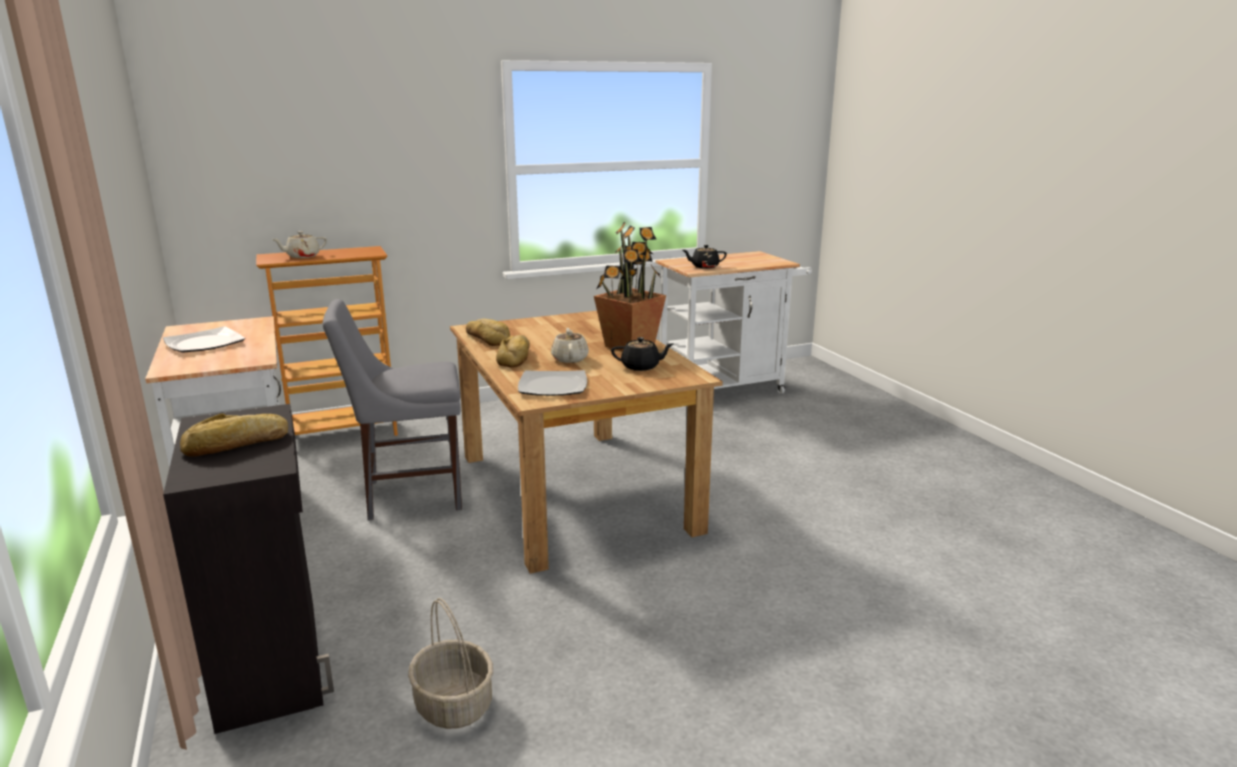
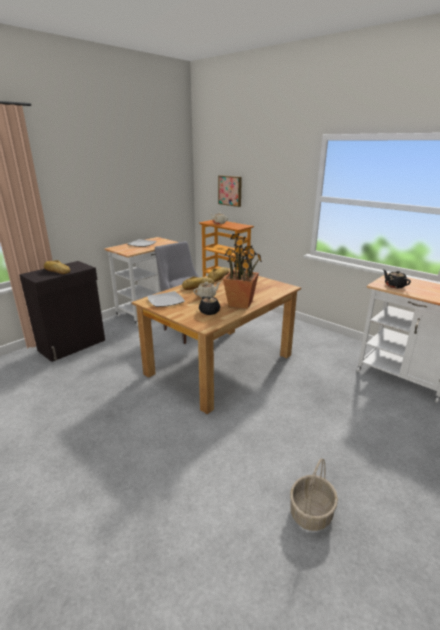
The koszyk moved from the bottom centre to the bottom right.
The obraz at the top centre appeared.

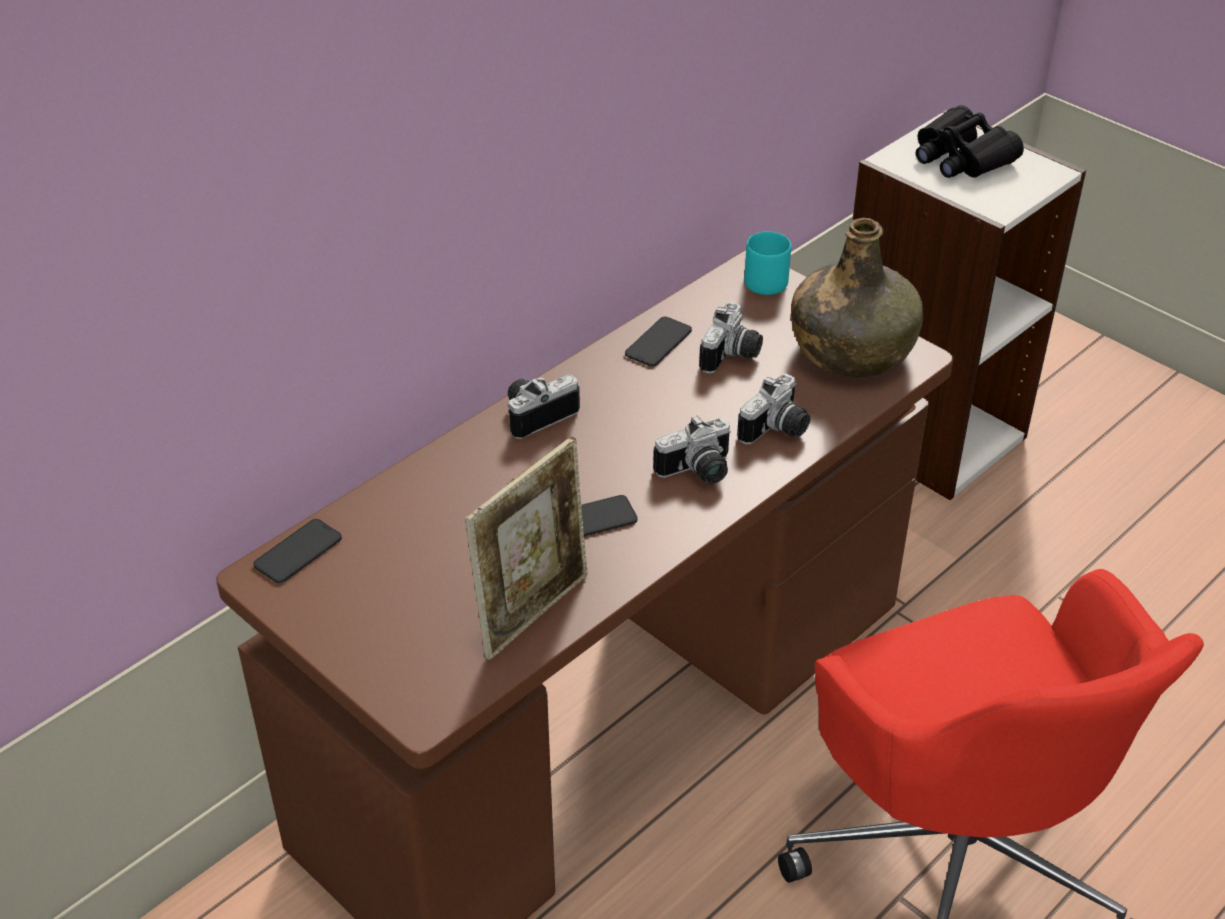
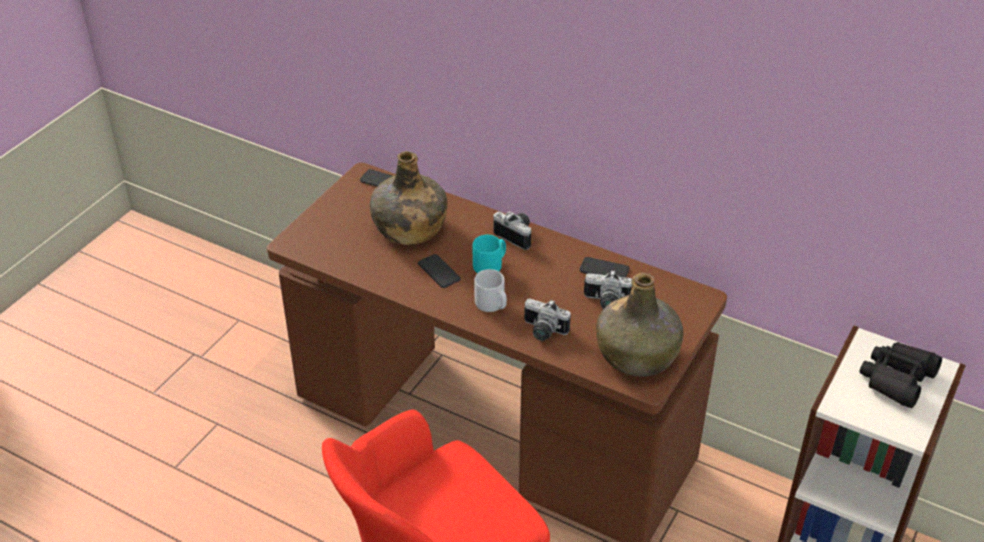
The kubek [turkusowy] moved from the top centre to the centre.
The aparat fotograficzny (no. 2 from left) at the centre was replaced by the kubek [szary] at the centre.
The ramka na zdjęcie at the centre disappeared.
The butelka [zielony] (no. 1 from left) at the centre appeared.

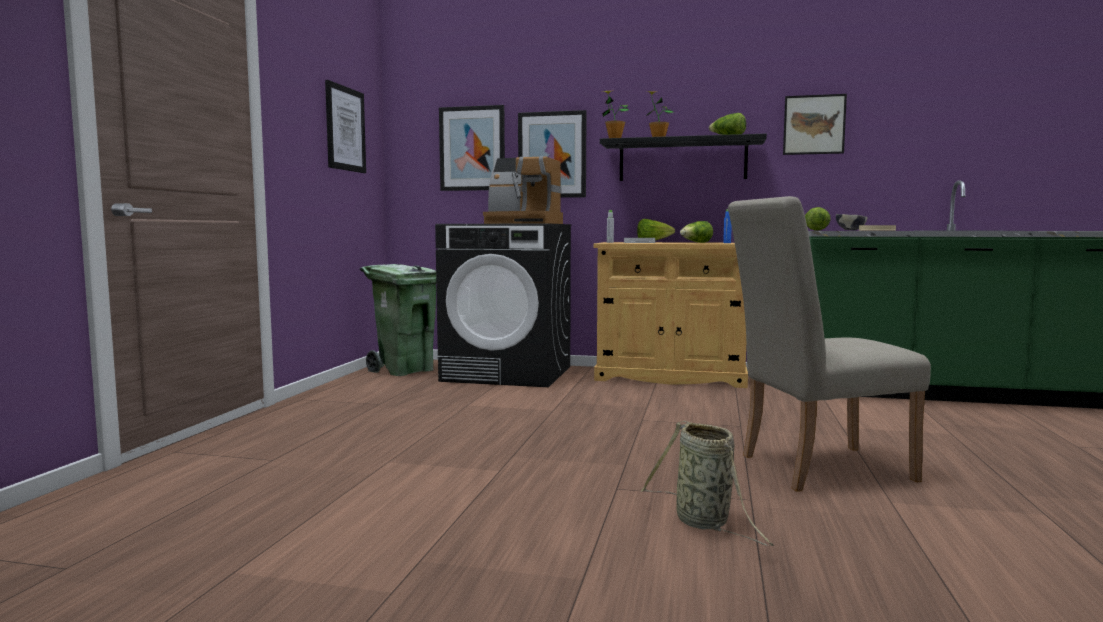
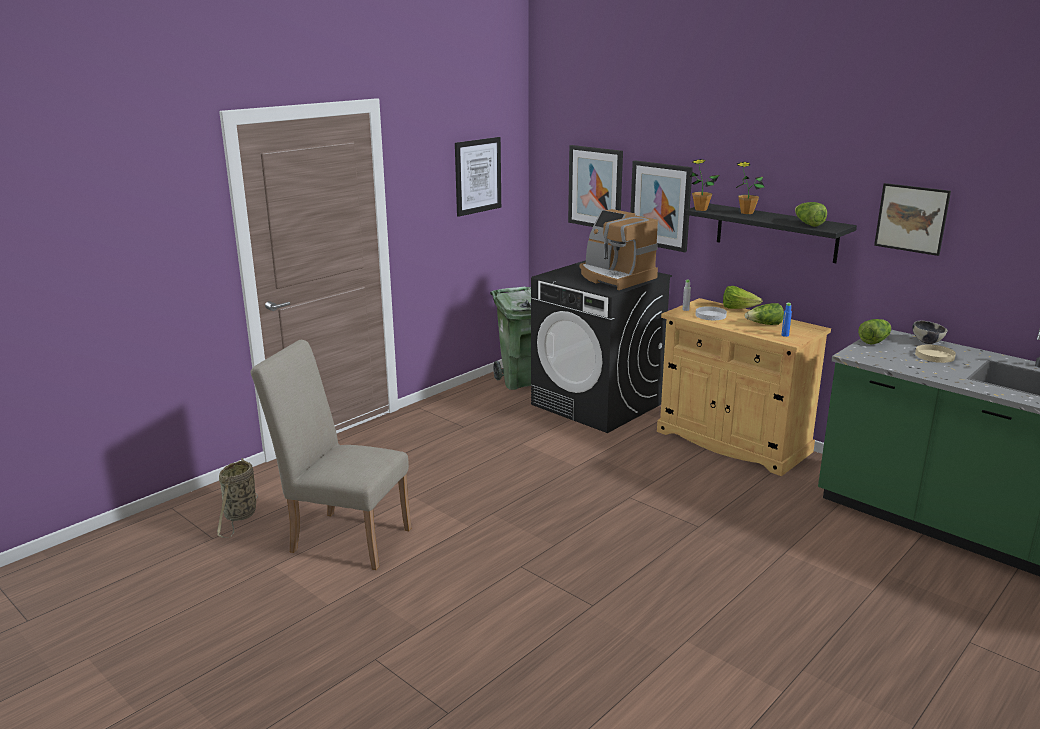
The krzesło [beżowy] moved from the middle right to the middle left.
The koszyk moved from the bottom centre to the bottom left.

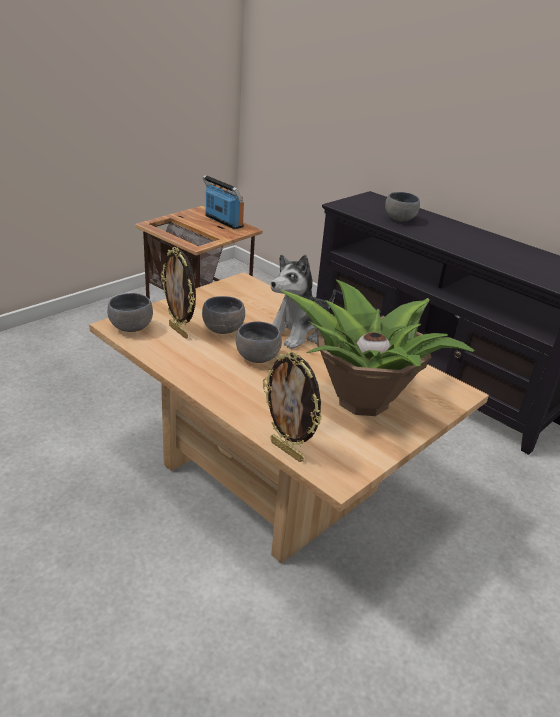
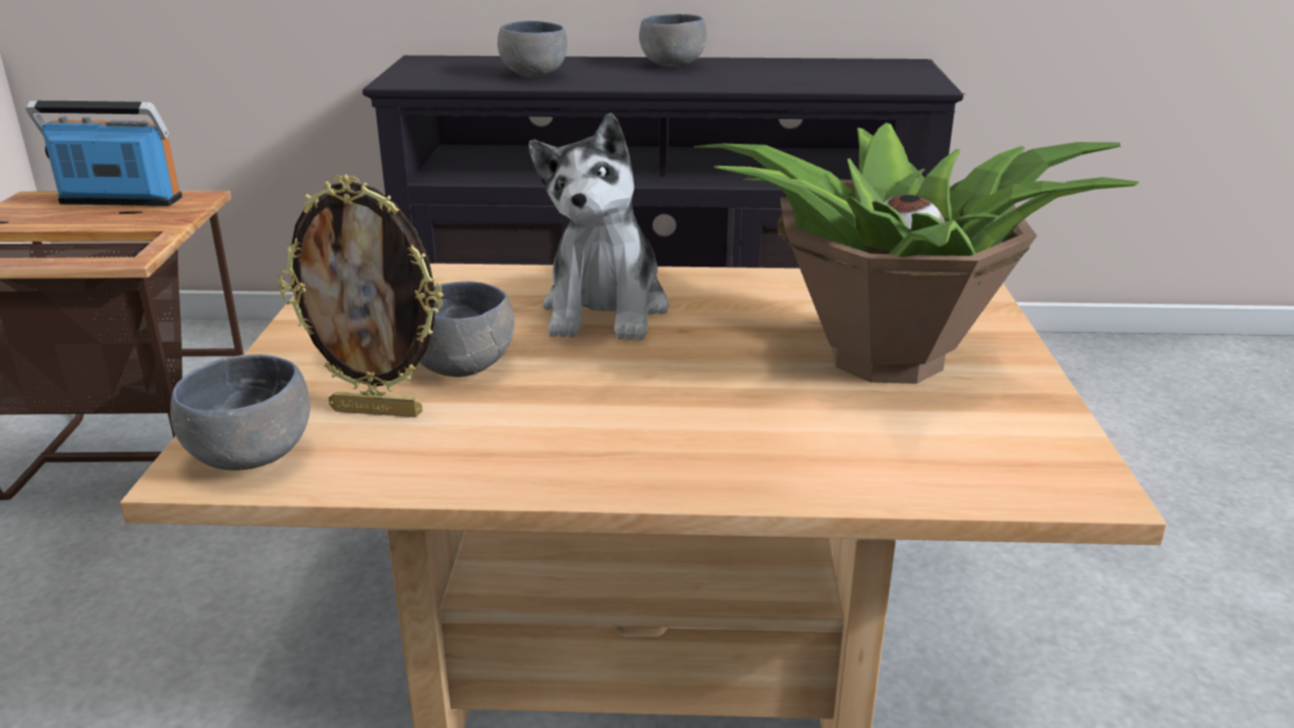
The miska [szary] (no. 3 from left in the first image) moved from the centre to the top centre.
The ramka na zdjęcie (no. 2 from left) at the centre disappeared.

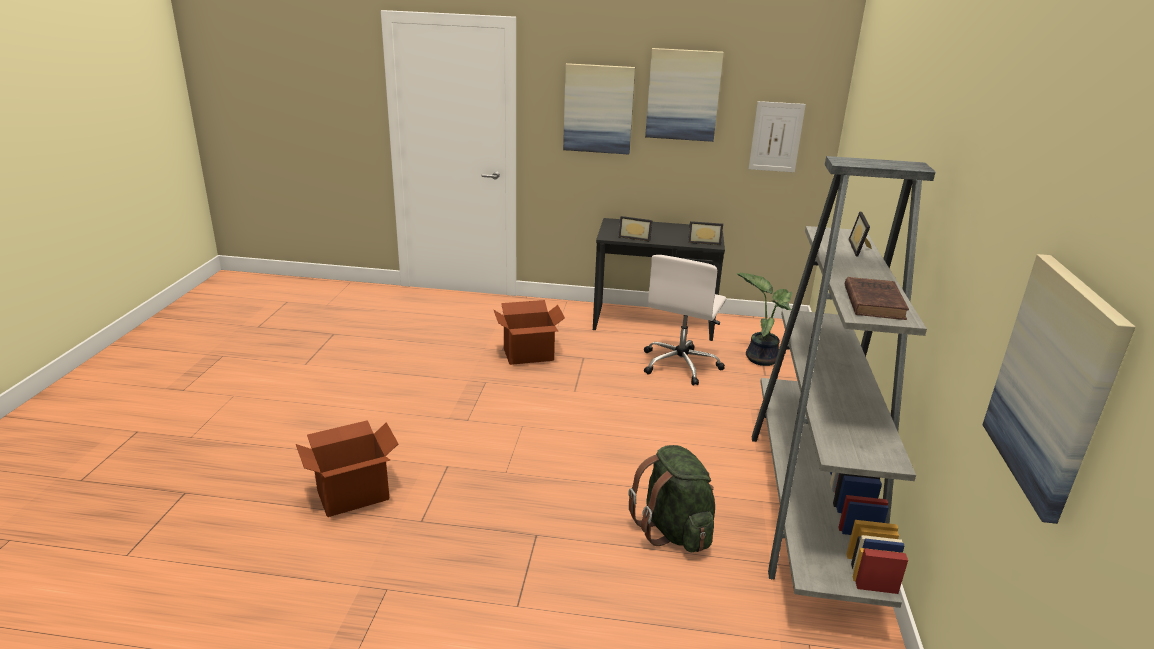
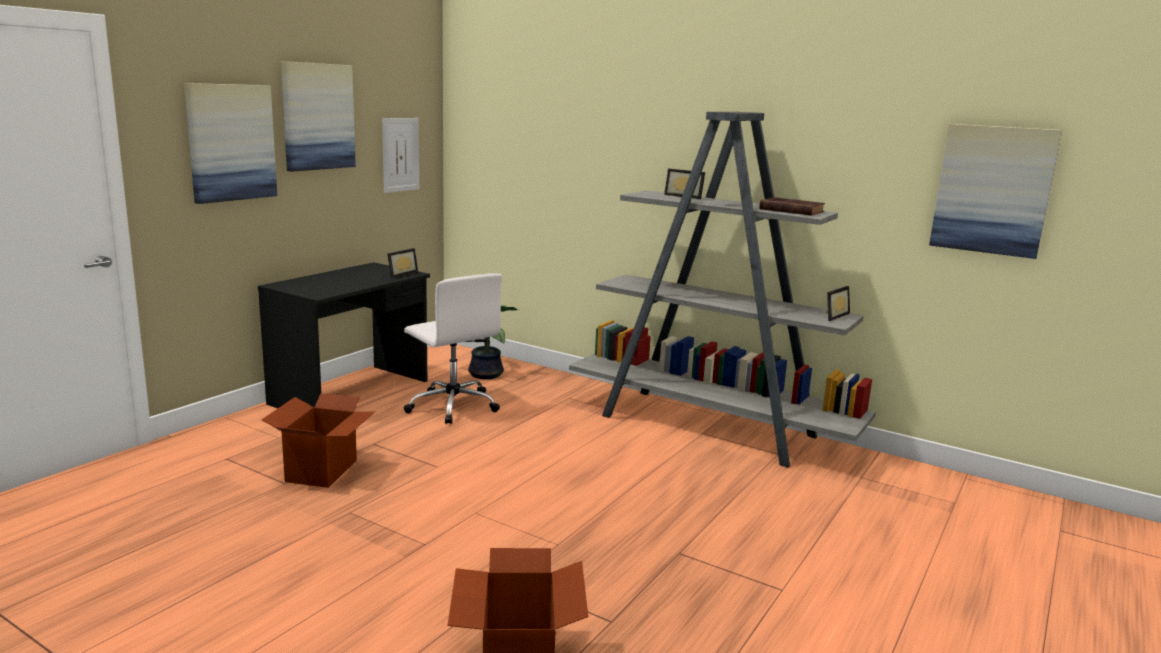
The ramka na zdjęcie (no. 1 from left in the first image) moved from the centre to the middle right.
The plecak [zielony] at the bottom centre disappeared.

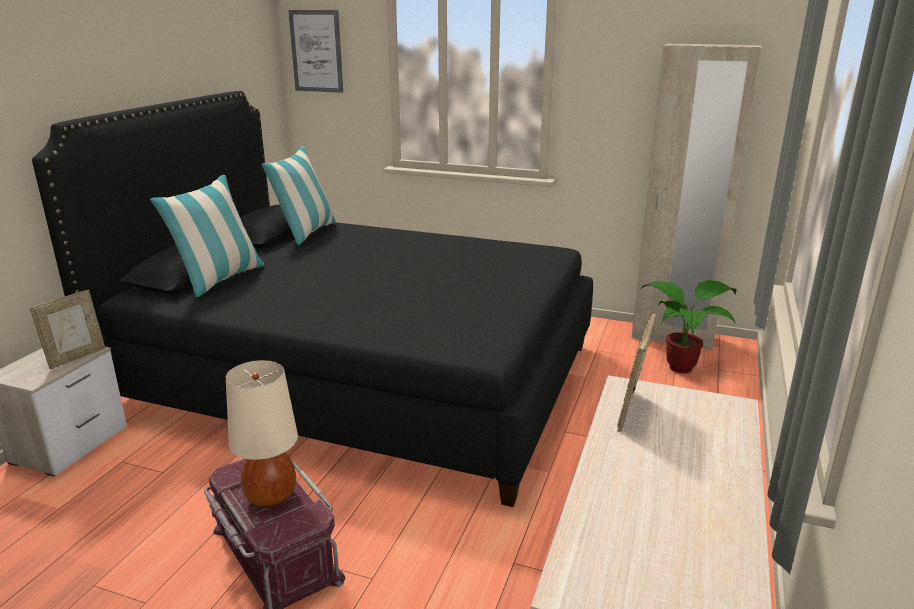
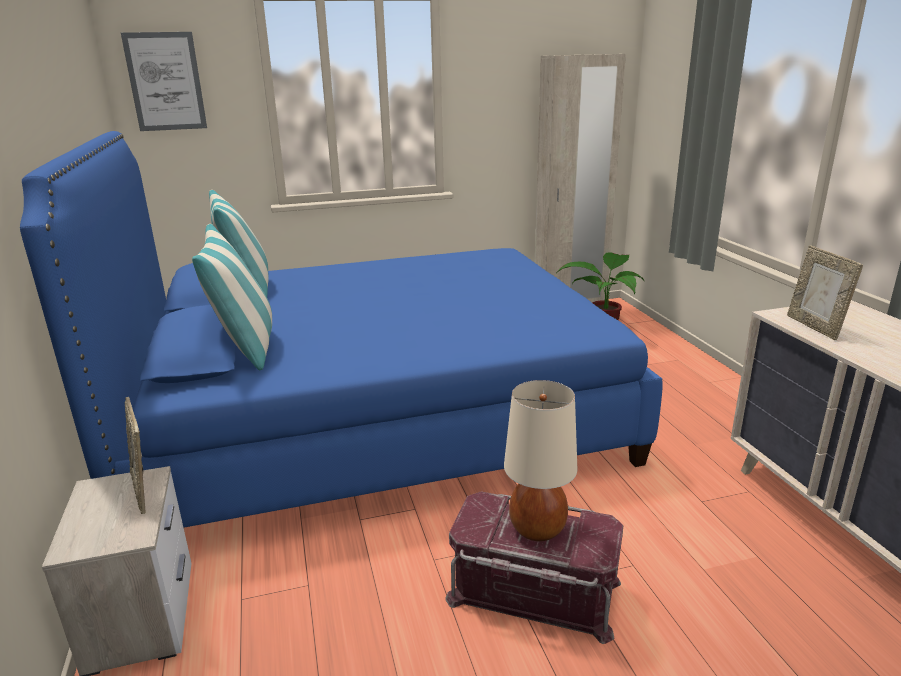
The łóżko [czarny] at the centre became the łóżko [niebieski] at the centre.
The ramka na zdjęcie (no. 1 from left) at the middle left turned 150 degrees clockwise.

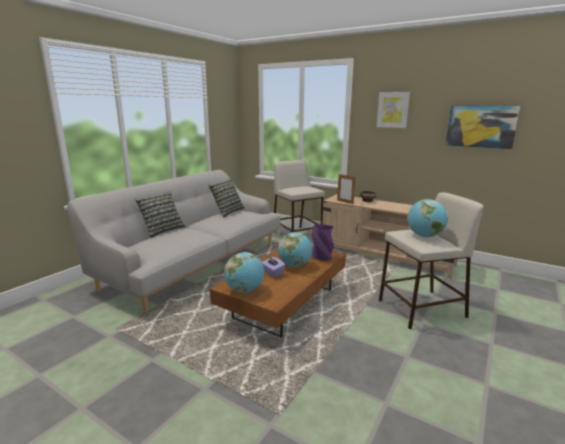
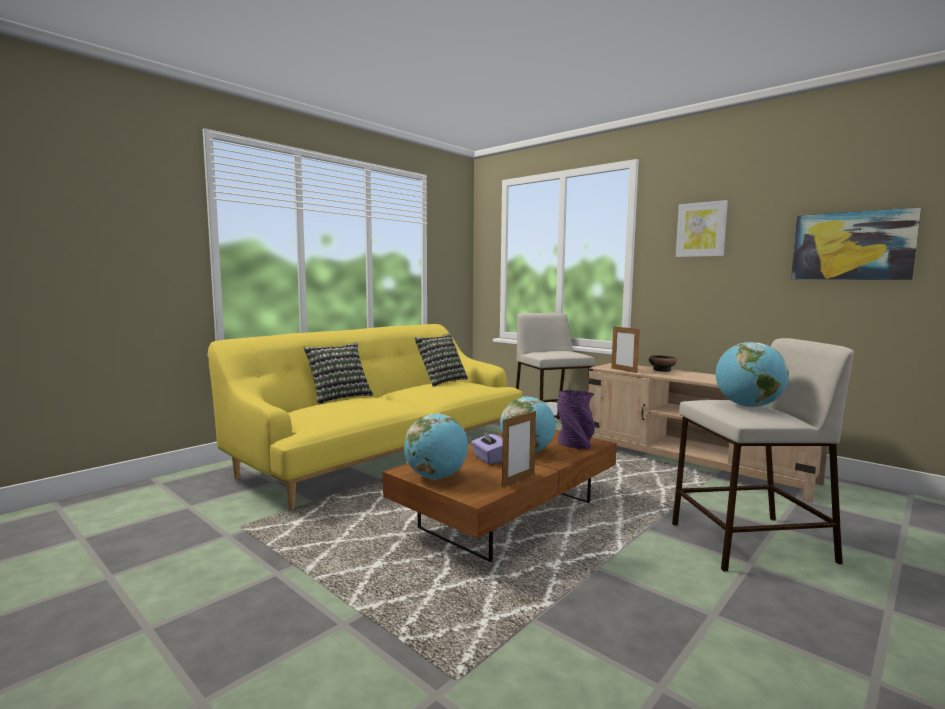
The kanapa [szary] at the middle left became the kanapa [żółty] at the centre.
The ramka na zdjęcie (no. 1 from left) at the centre appeared.

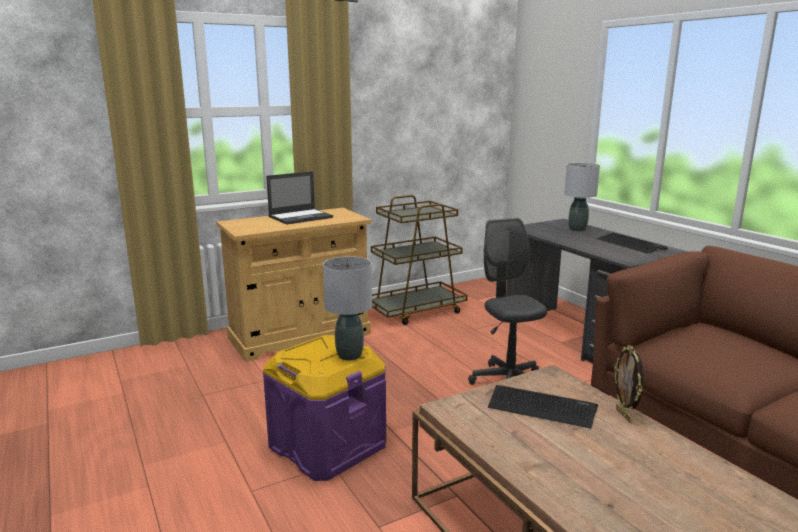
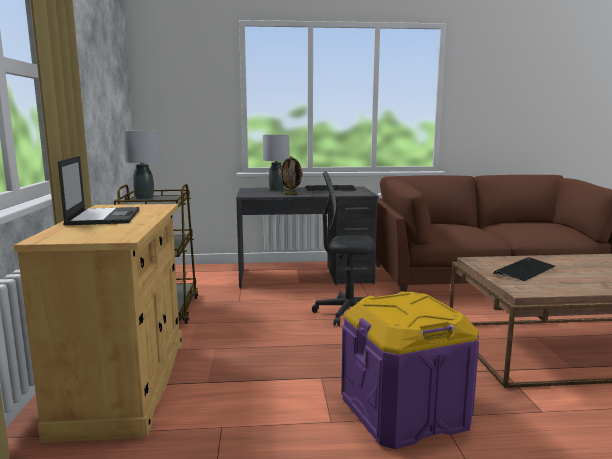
The lampa stołowa [szary] (no. 1 from left) moved from the centre to the middle left.
The ramka na zdjęcie moved from the bottom right to the centre.

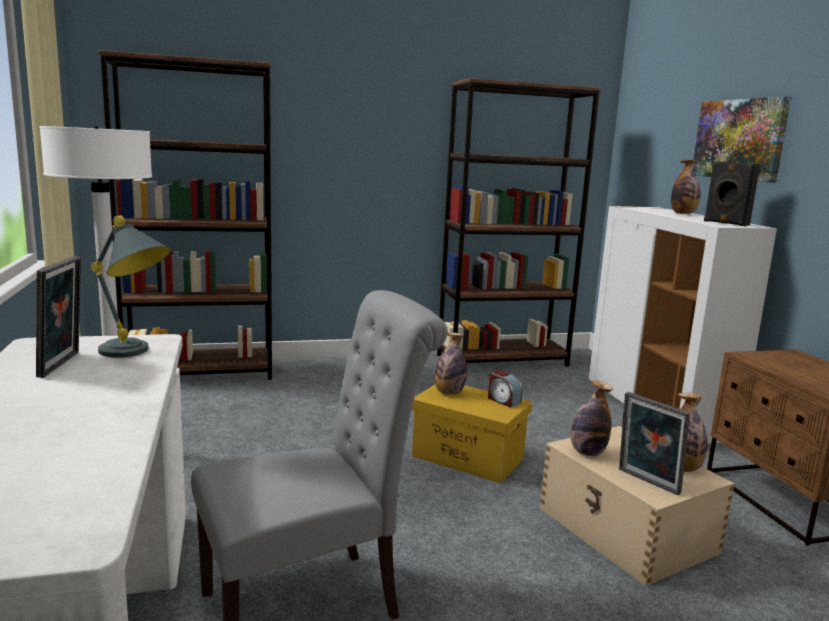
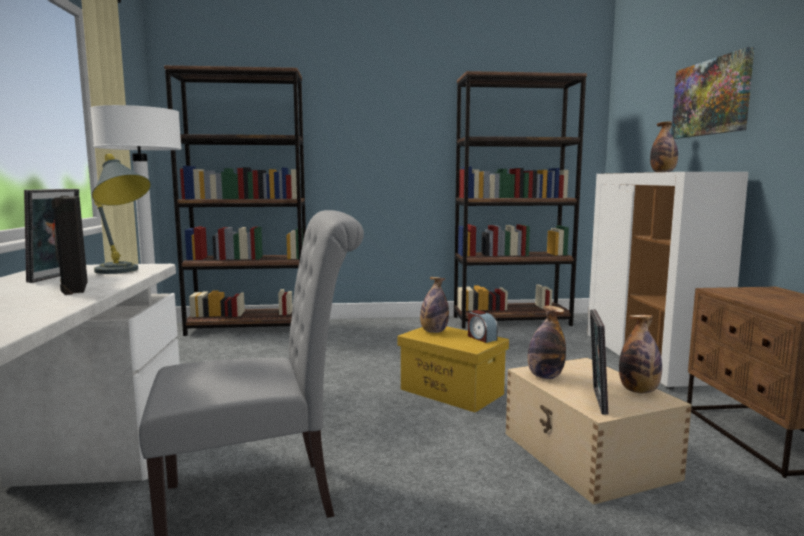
The głośnik [czarny] moved from the top right to the middle left.
The ramka na zdjęcie (no. 2 from left) at the bottom right turned 45 degrees clockwise.

